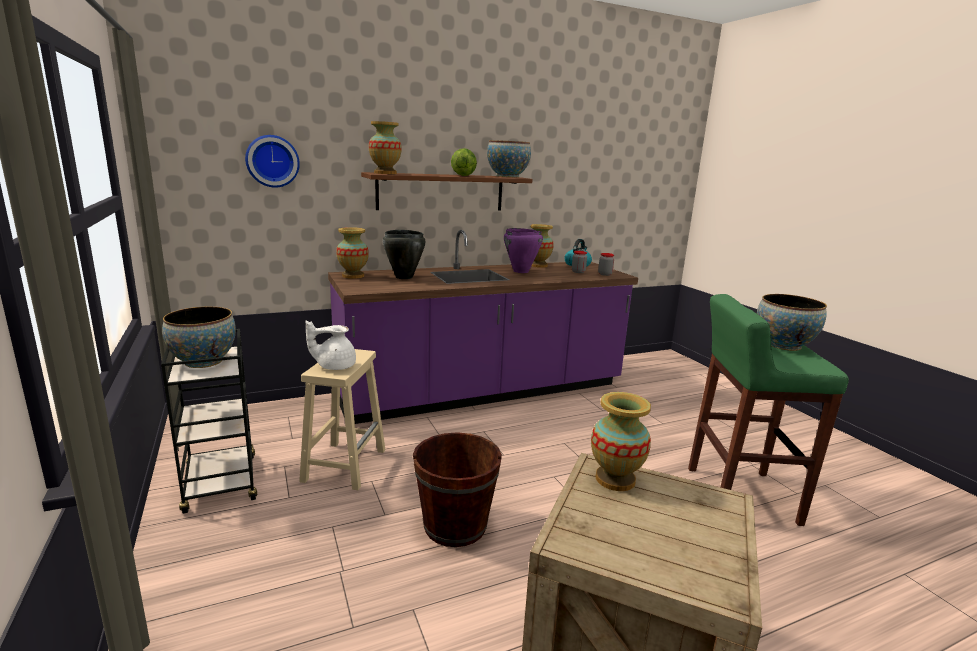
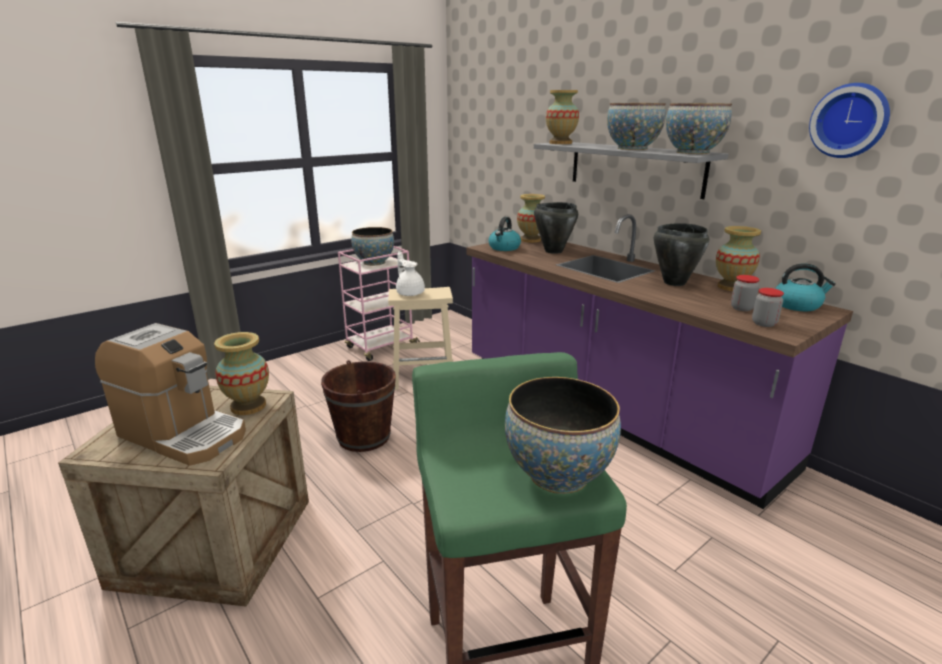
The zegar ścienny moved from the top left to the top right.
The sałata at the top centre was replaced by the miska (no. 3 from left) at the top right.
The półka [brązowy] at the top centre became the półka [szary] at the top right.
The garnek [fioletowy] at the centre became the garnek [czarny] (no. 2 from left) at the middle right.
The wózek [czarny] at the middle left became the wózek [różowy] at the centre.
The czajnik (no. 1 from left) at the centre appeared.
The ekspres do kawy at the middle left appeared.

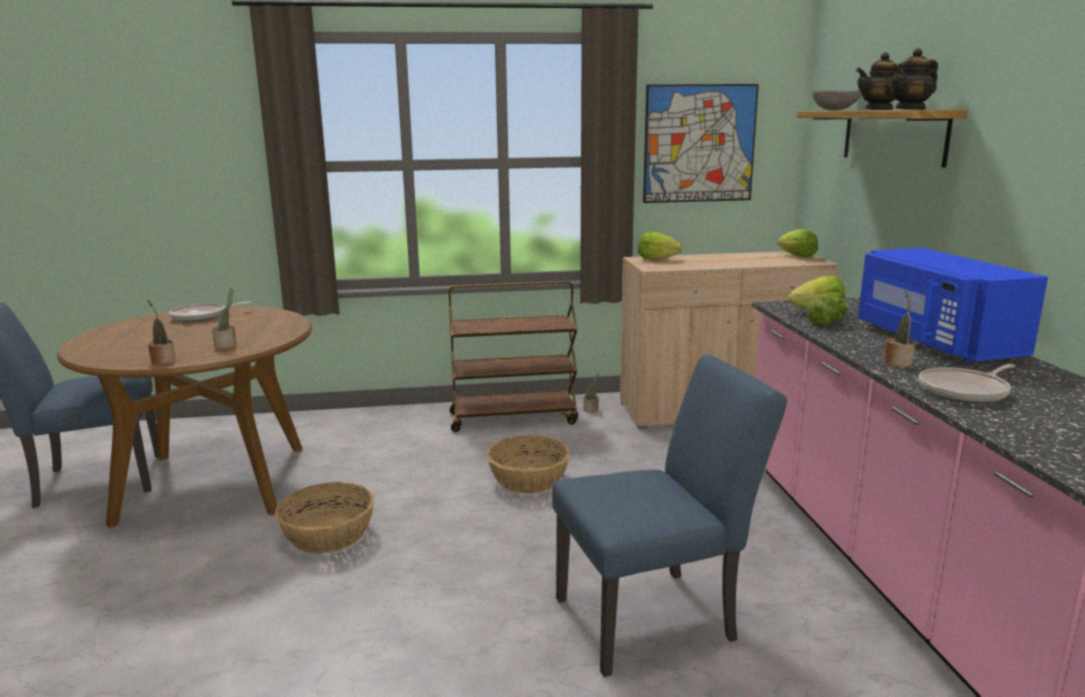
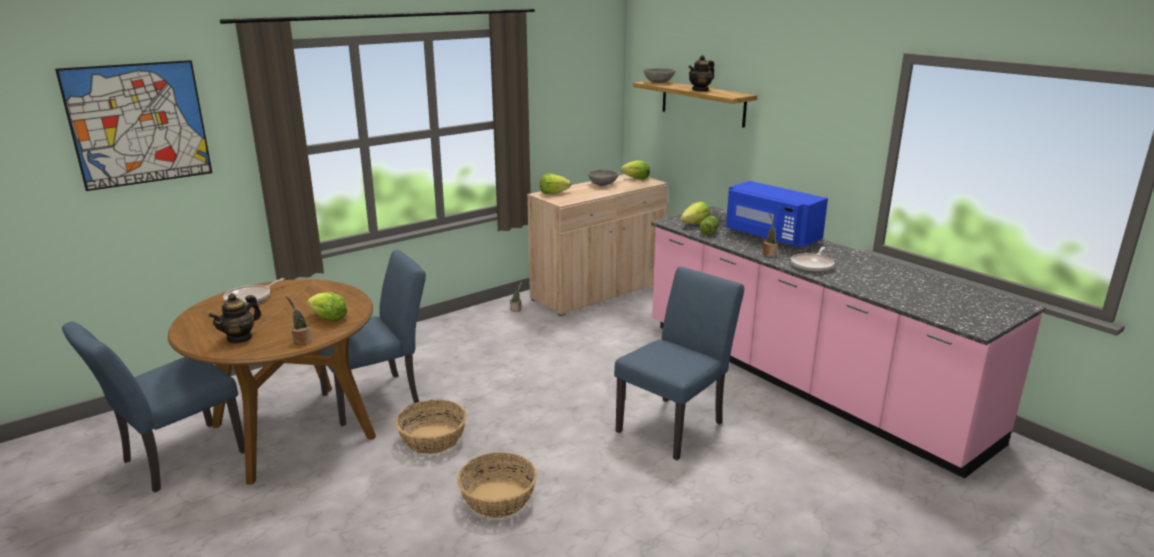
The imbryk (no. 2 from left in the first image) moved from the top right to the middle left.
The obraz moved from the top centre to the top left.
The wózek [brązowy] at the centre disappeared.
The roślina doniczkowa (no. 2 from left) at the middle left was replaced by the sałata (no. 1 from left) at the middle left.
The koszyk (no. 2 from left) moved from the centre to the bottom centre.
The miska [szary] (no. 1 from left) at the top centre appeared.
The krzesło [niebieski] (no. 2 from left) at the middle left appeared.

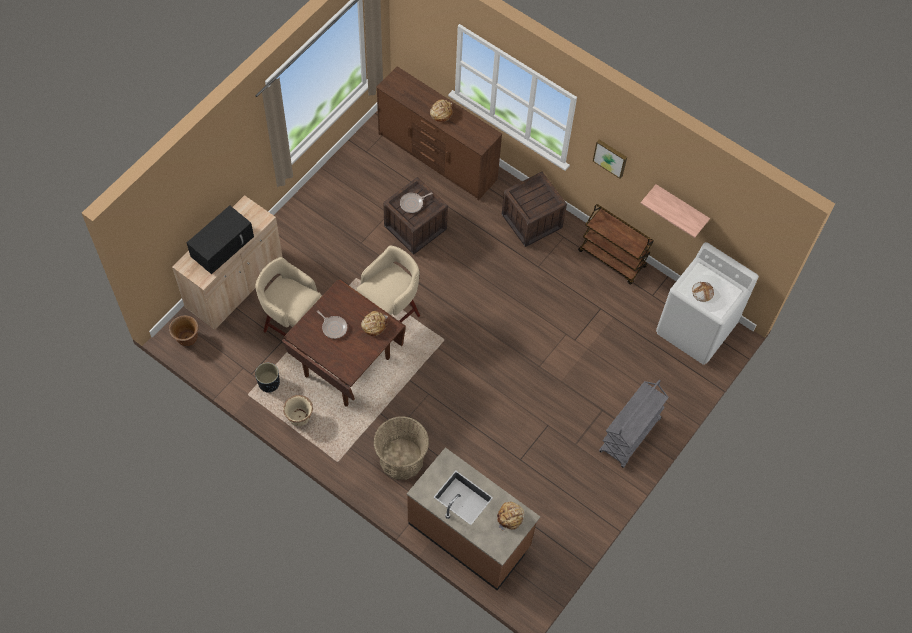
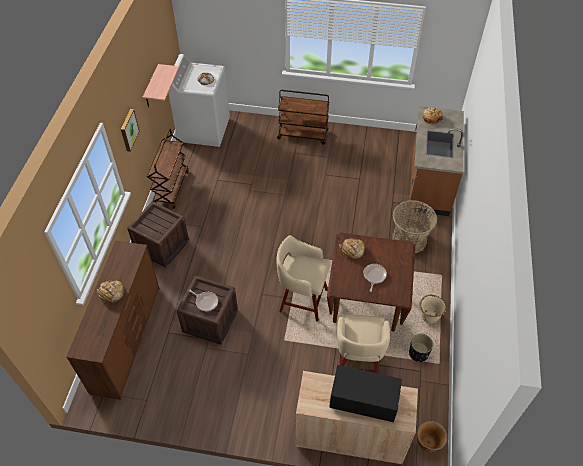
The wózek [szary] at the bottom right became the wózek [brązowy] (no. 2 from left) at the top centre.

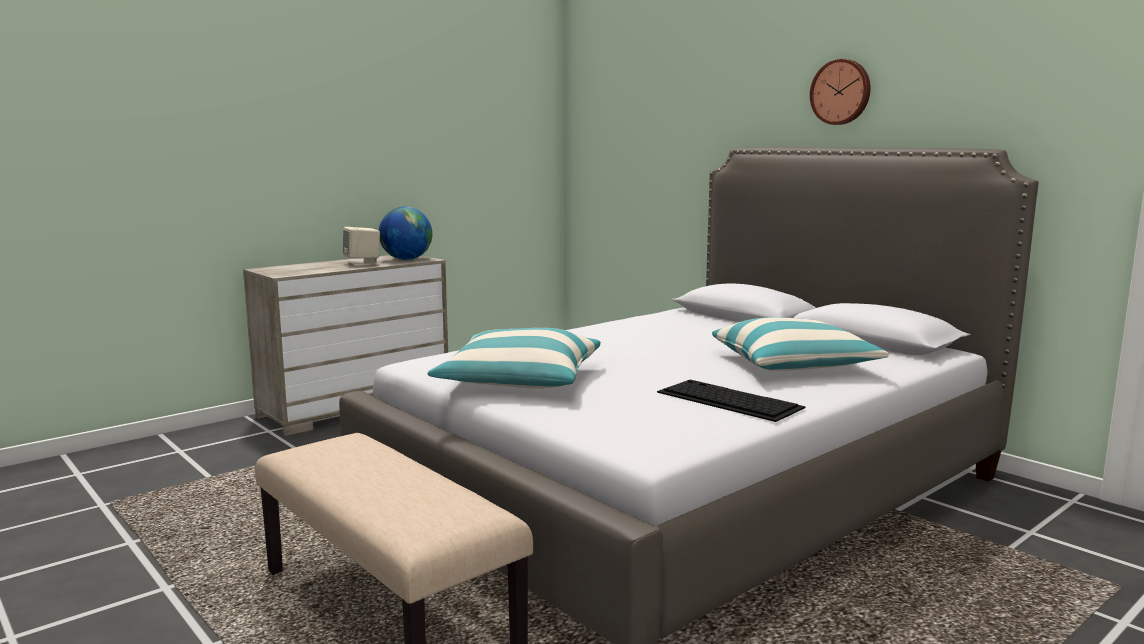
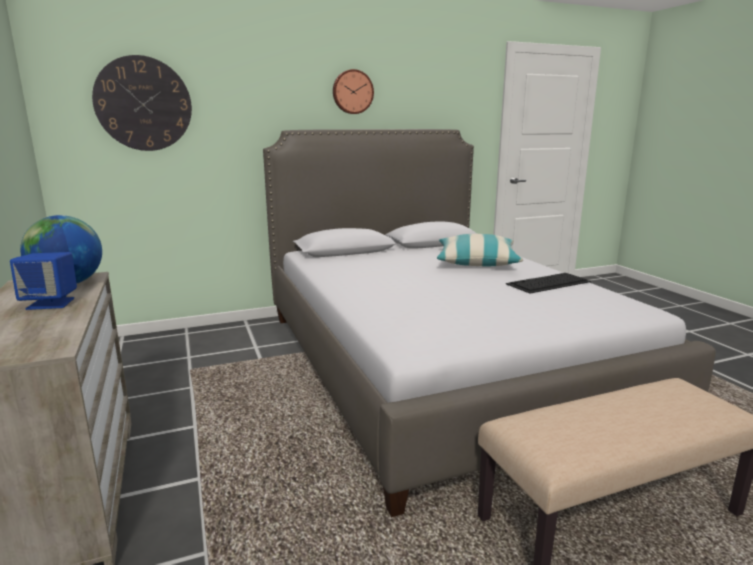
The głośnik [beżowy] at the middle left became the głośnik [niebieski] at the middle left.
The poduszka (no. 1 from left) at the centre disappeared.
The zegar ścienny (no. 1 from left) at the top left appeared.

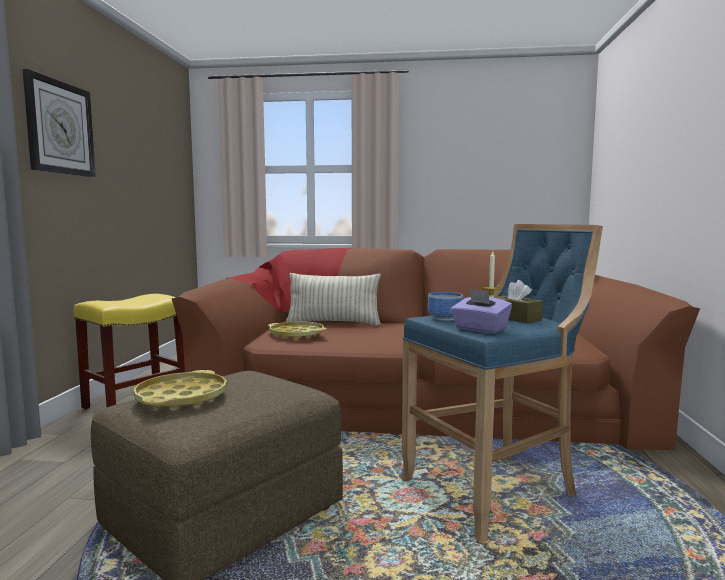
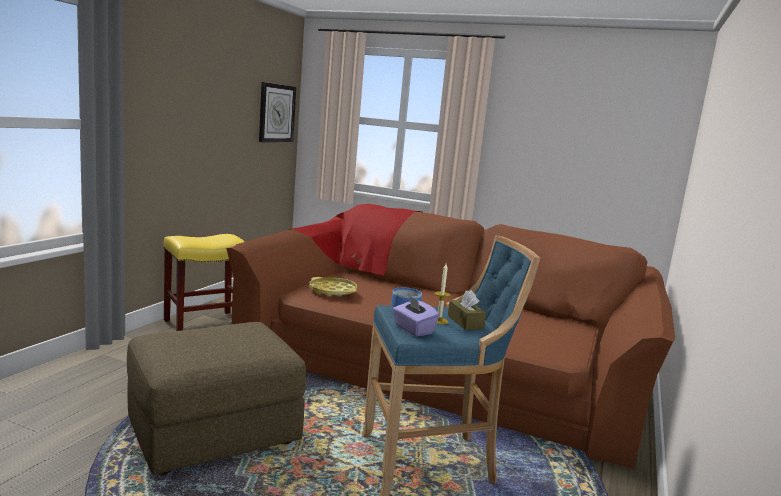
The zegar ścienny moved from the top left to the top centre.
The poduszka at the centre disappeared.
The taca [żółty] (no. 1 from left) at the bottom left disappeared.

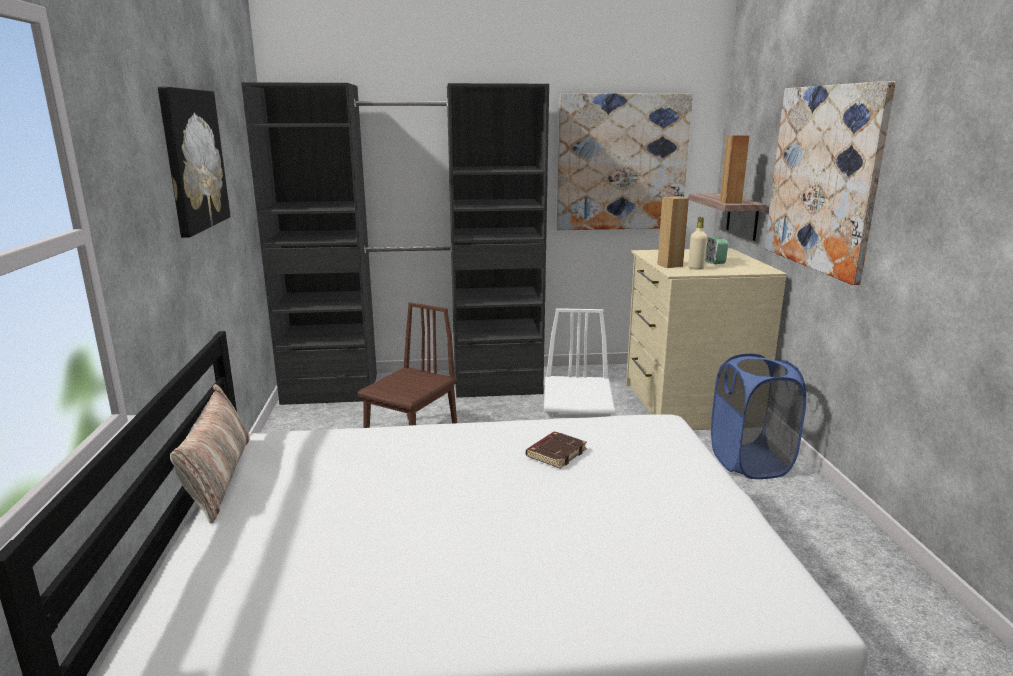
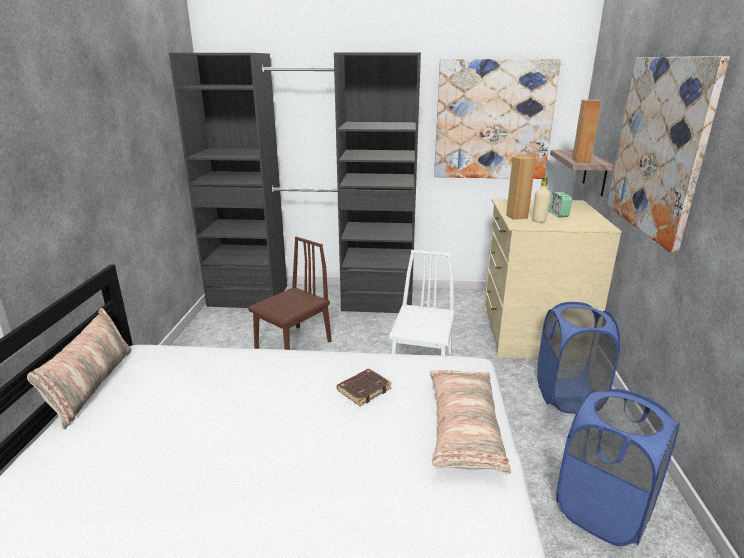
The obraz (no. 1 from left) at the top left disappeared.
The poduszka (no. 2 from left) at the bottom centre appeared.
The kosz na pranie [niebieski] (no. 2 from left) at the bottom right appeared.

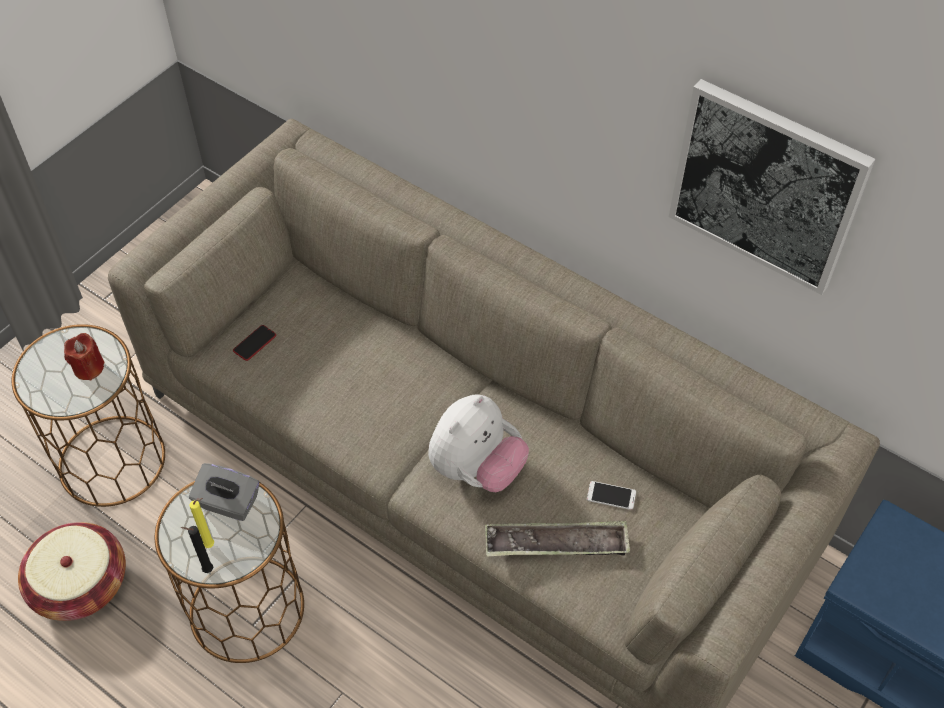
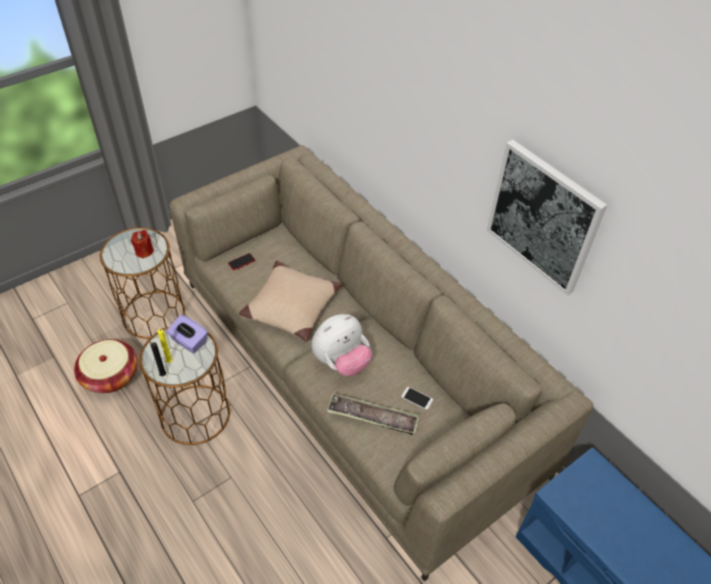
The pudełko chusteczek [szary] at the bottom left became the pudełko chusteczek [fioletowy] at the middle left.
The poduszka [beżowy] at the centre appeared.

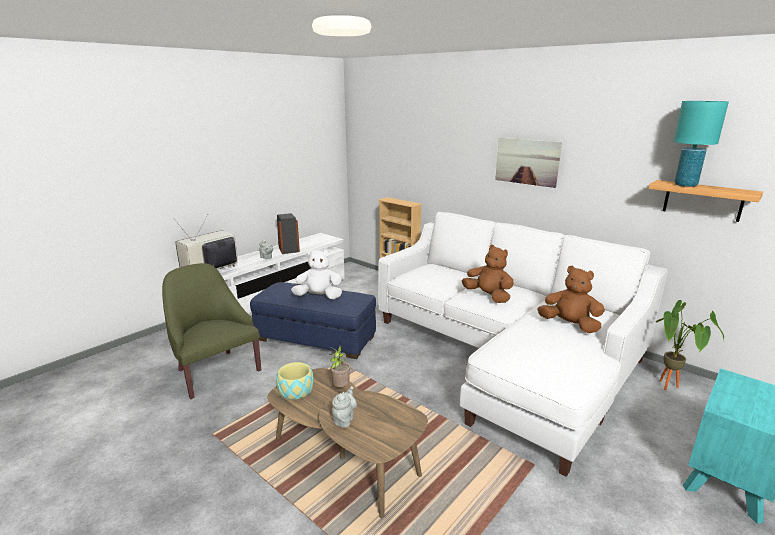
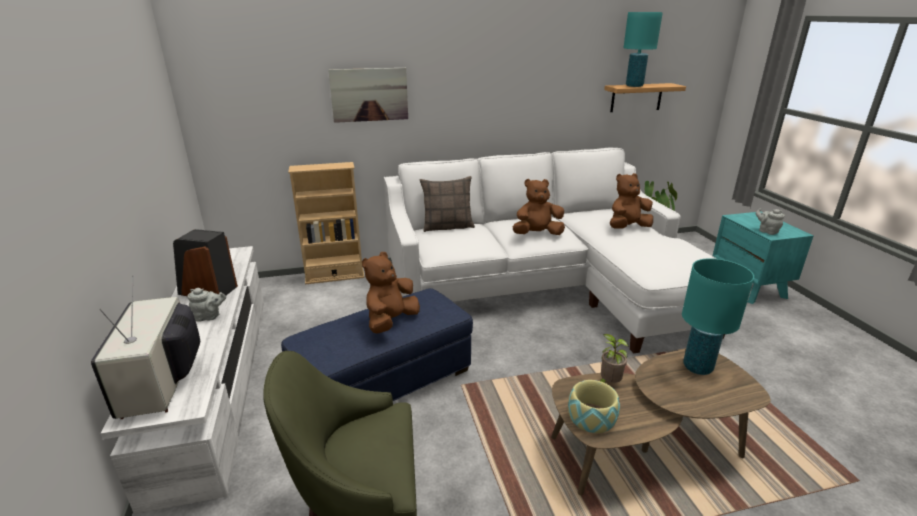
The obraz moved from the top right to the top centre.
The pluszak [biały] at the centre became the pluszak [brązowy] (no. 1 from left) at the centre.
The imbryk [szary] (no. 2 from left) moved from the bottom centre to the middle right.
The poduszka at the centre appeared.
The lampa stołowa [turkusowy] (no. 2 from left) at the middle right appeared.

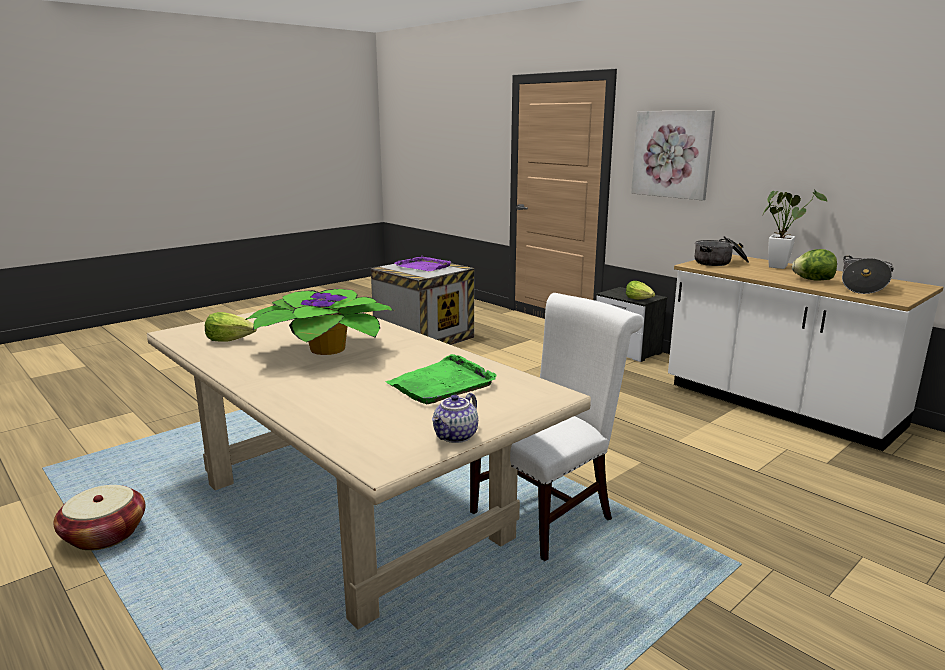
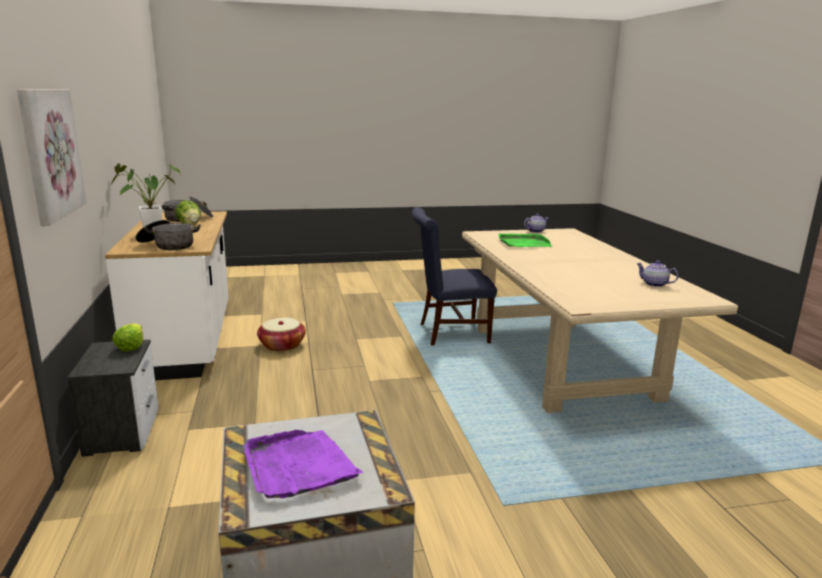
The roślina doniczkowa (no. 1 from left) at the centre disappeared.
The krzesło [biały] at the centre became the krzesło [niebieski] at the centre.
The sałata (no. 1 from left) at the middle left was replaced by the imbryk (no. 2 from left) at the middle right.
The koszyk moved from the bottom left to the centre.

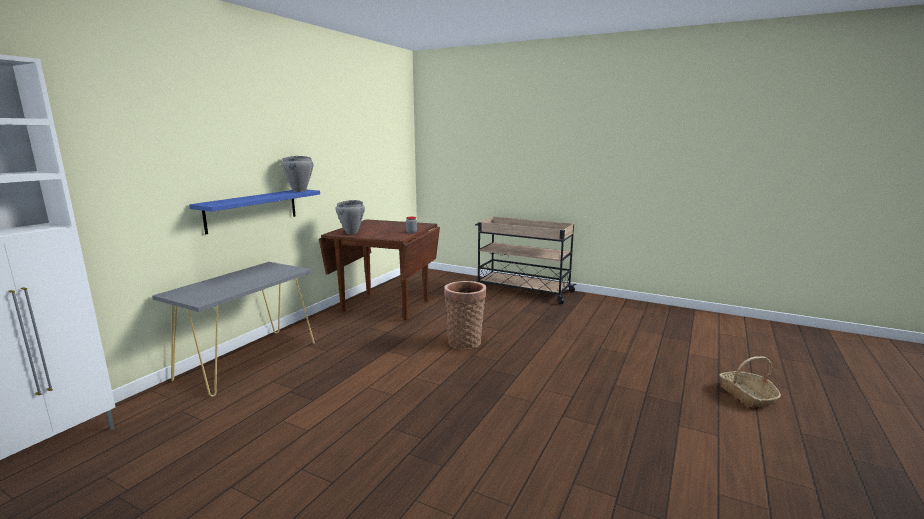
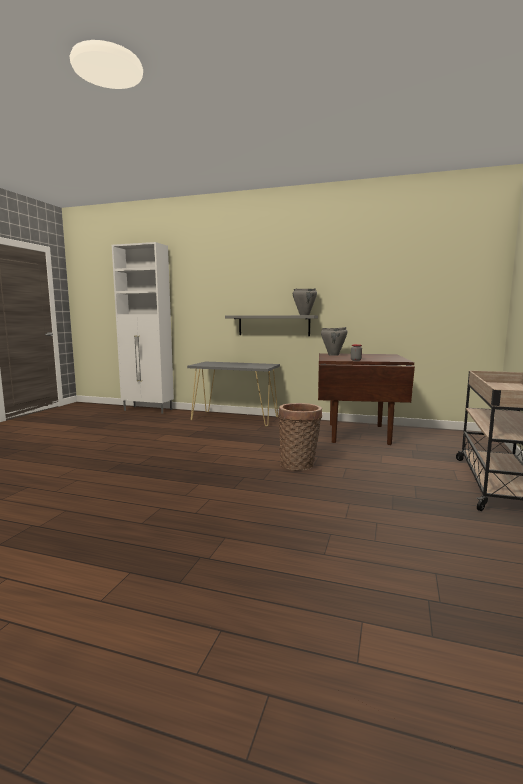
The półka [niebieski] at the middle left became the półka [szary] at the centre.
The koszyk (no. 2 from left) at the bottom right disappeared.

